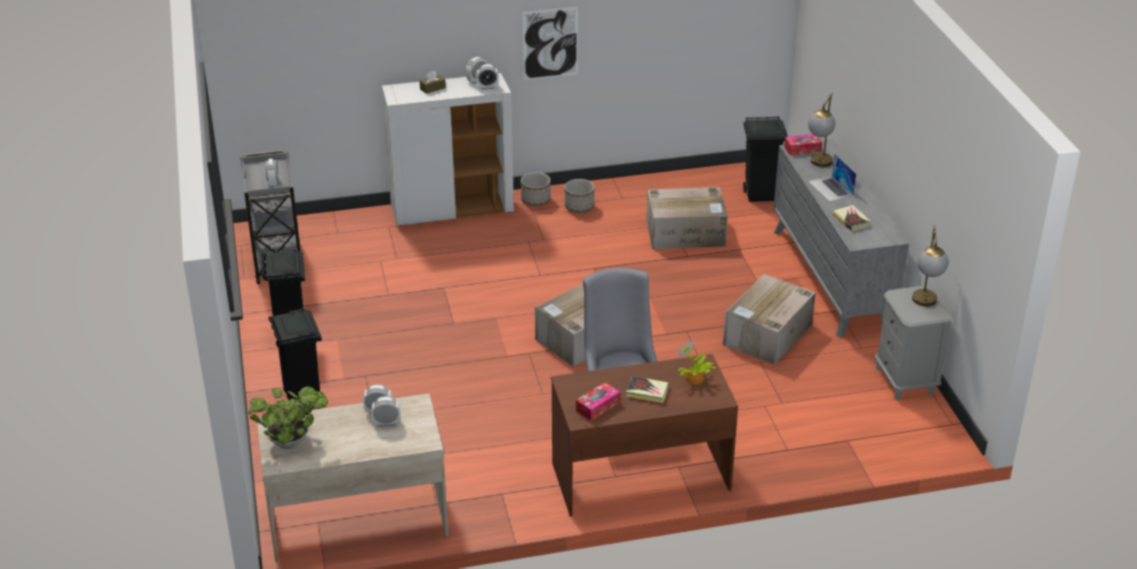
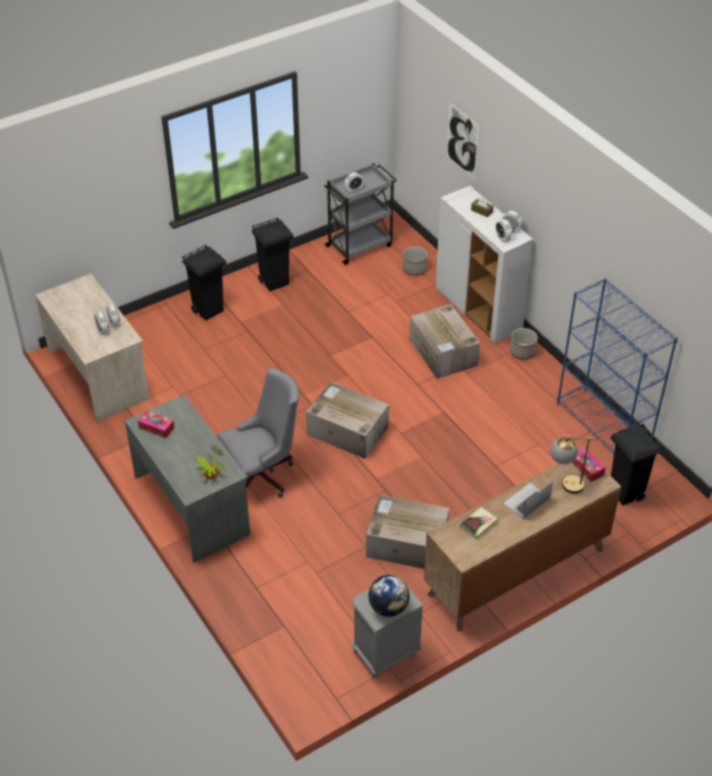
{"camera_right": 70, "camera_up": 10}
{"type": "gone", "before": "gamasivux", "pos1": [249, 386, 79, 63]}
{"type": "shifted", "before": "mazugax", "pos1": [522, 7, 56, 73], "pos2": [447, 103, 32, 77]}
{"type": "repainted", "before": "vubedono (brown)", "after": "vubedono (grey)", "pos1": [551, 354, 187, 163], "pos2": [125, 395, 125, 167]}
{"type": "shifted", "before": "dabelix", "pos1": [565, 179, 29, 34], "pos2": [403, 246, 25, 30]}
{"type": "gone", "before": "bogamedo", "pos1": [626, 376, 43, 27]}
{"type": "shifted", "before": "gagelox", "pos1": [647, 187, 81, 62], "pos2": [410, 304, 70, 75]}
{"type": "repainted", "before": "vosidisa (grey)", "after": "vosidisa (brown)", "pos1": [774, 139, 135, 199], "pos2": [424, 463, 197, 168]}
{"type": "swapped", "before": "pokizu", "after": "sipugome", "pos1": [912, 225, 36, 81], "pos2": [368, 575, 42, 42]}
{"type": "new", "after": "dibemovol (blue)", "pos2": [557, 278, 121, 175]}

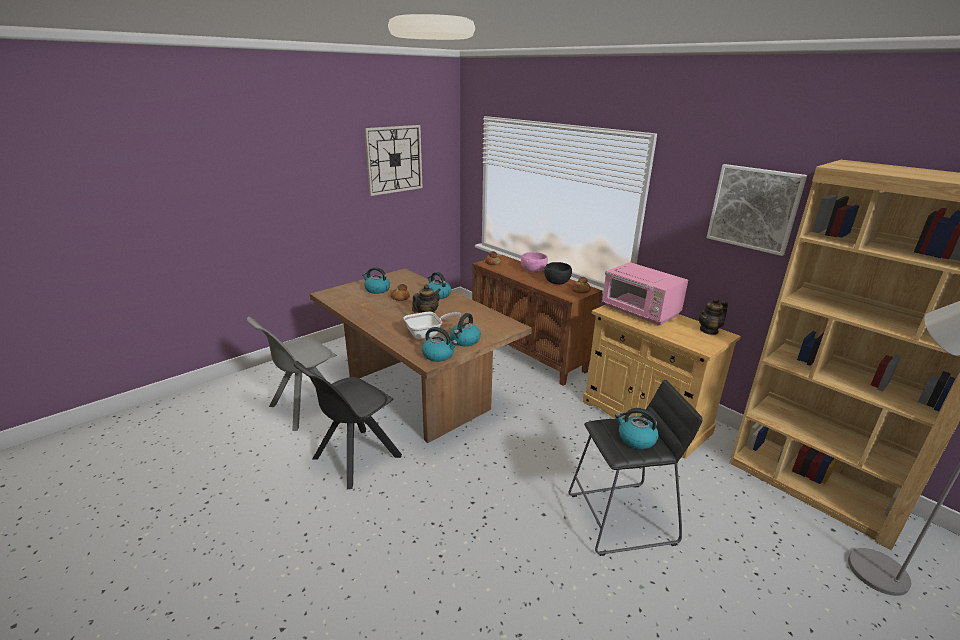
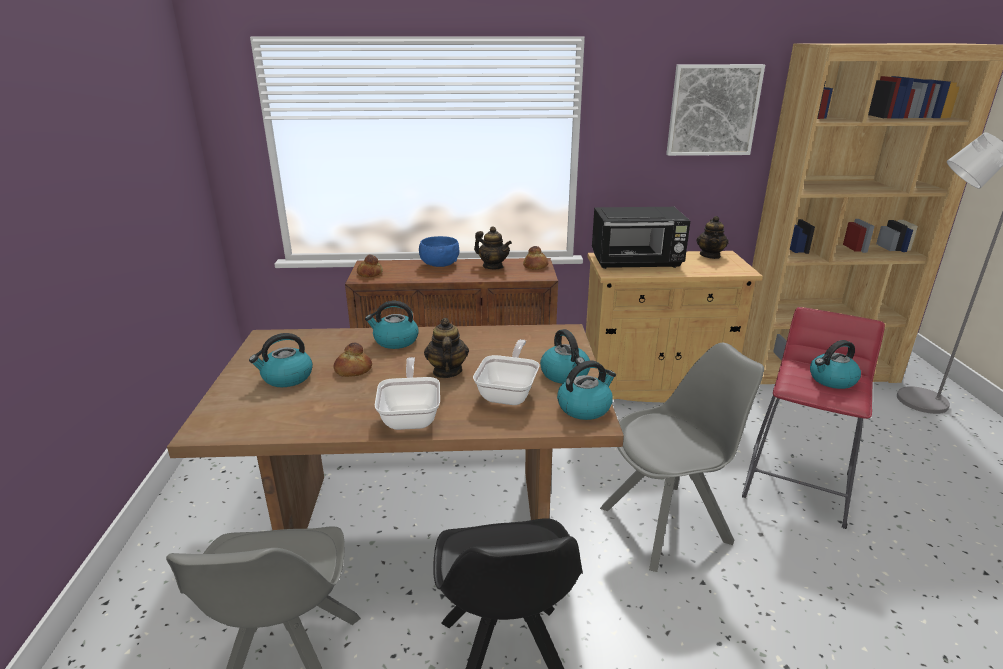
{"camera_right": -50, "camera_up": 0}
{"type": "gone", "before": "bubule", "pos1": [364, 125, 59, 71]}
{"type": "repainted", "before": "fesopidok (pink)", "after": "fesopidok (blue)", "pos1": [521, 252, 27, 21], "pos2": [419, 236, 41, 31]}
{"type": "swapped", "before": "fesopidok (black)", "after": "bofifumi", "pos1": [544, 262, 28, 23], "pos2": [474, 227, 38, 42]}
{"type": "repainted", "before": "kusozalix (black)", "after": "kusozalix (red)", "pos1": [569, 380, 134, 176], "pos2": [742, 307, 143, 222]}
{"type": "repainted", "before": "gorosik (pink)", "after": "gorosik (black)", "pos1": [602, 262, 86, 64], "pos2": [592, 207, 98, 62]}
{"type": "new", "after": "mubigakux", "pos2": [375, 357, 65, 73]}
{"type": "new", "after": "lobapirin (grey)", "pos2": [600, 343, 164, 229]}

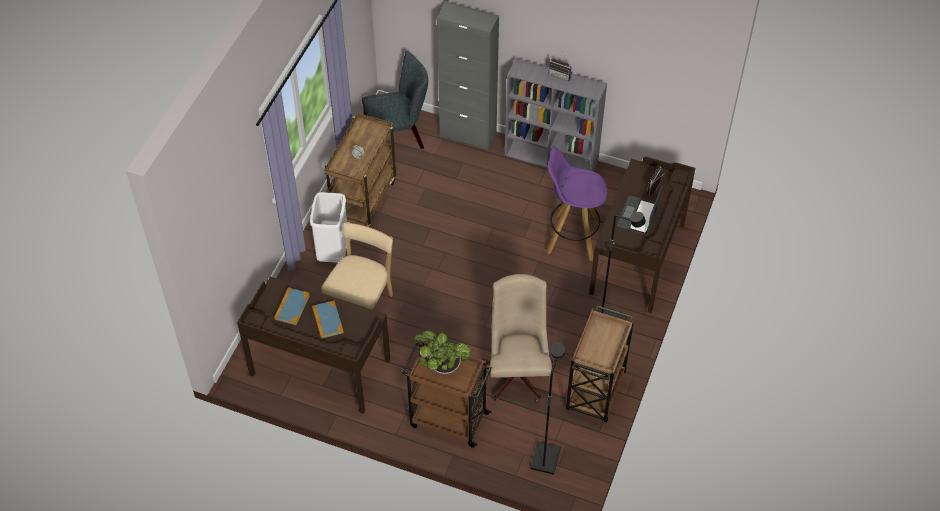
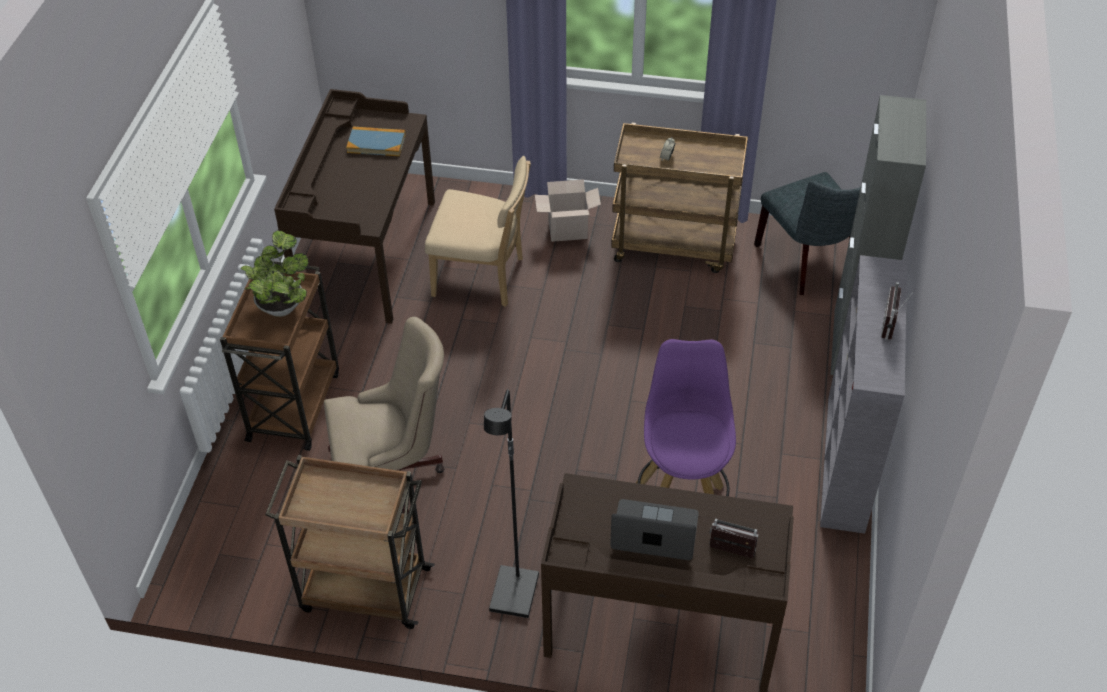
{"camera_right": 80, "camera_up": -5}
{"type": "swapped", "before": "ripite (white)", "after": "gagelox", "pos1": [310, 192, 37, 71], "pos2": [535, 179, 66, 63]}
{"type": "gone", "before": "bogamedo", "pos1": [312, 301, 32, 38]}
{"type": "gone", "before": "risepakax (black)", "pos1": [531, 342, 34, 133]}

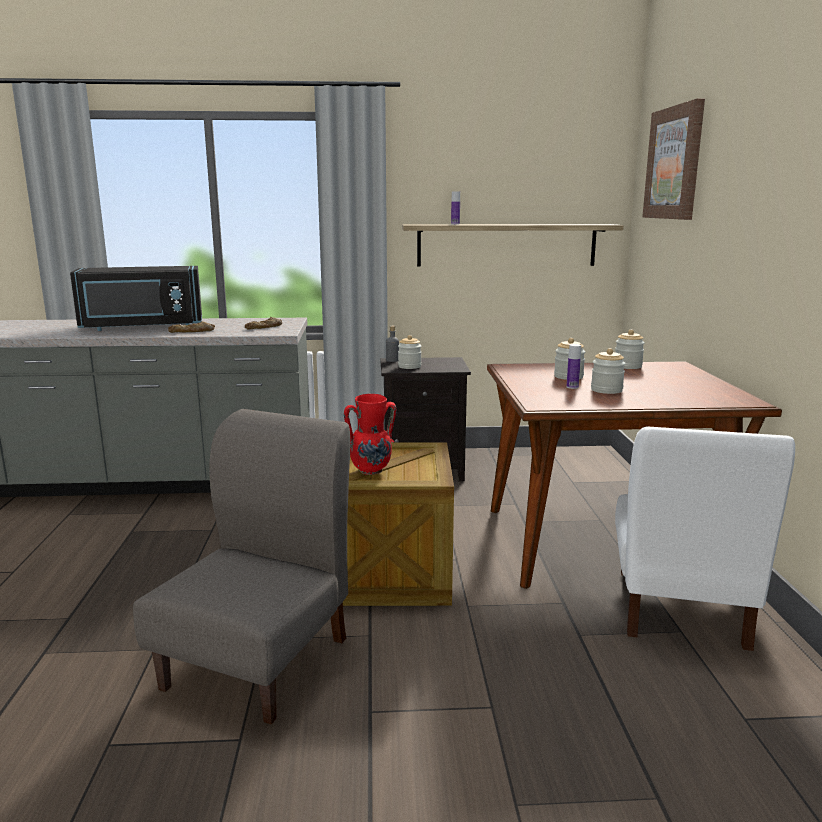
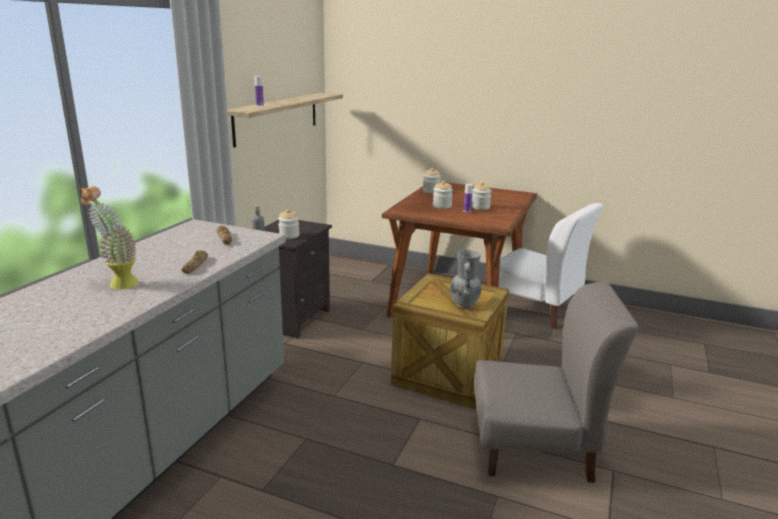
{"camera_right": -65, "camera_up": 5}
{"type": "swapped", "before": "gorosik (black)", "after": "gamasivux", "pos1": [70, 266, 132, 65], "pos2": [81, 186, 58, 103]}
{"type": "rotated", "before": "lobapirin (grey)", "pos1": [133, 409, 217, 316], "pos2": [474, 282, 165, 201], "turn": 135}
{"type": "repainted", "before": "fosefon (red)", "after": "fosefon (grey)", "pos1": [344, 394, 52, 81], "pos2": [450, 250, 31, 58]}
{"type": "gone", "before": "mazugax", "pos1": [642, 99, 63, 121]}

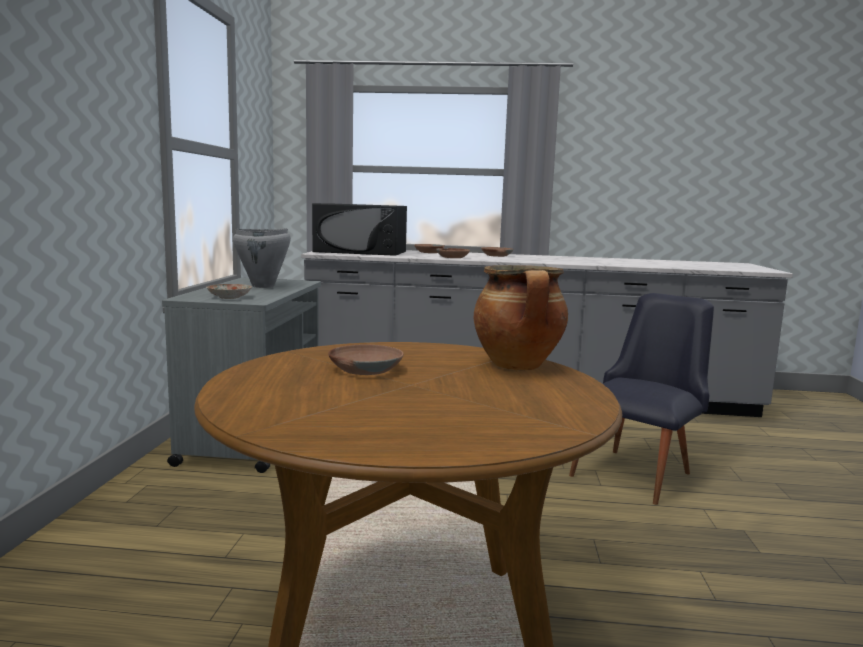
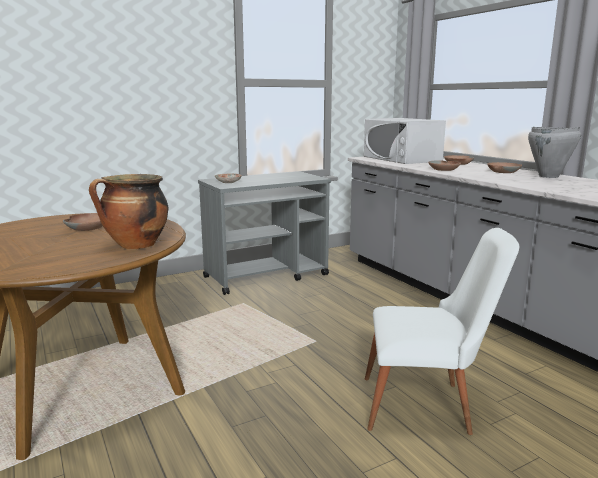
{"camera_right": 55, "camera_up": 5}
{"type": "shifted", "before": "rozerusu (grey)", "pos1": [233, 228, 58, 60], "pos2": [528, 127, 53, 51]}
{"type": "repainted", "before": "gorosik (black)", "after": "gorosik (white)", "pos1": [312, 203, 95, 53], "pos2": [364, 118, 82, 46]}
{"type": "repainted", "before": "lobapirin (black)", "after": "lobapirin (white)", "pos1": [569, 293, 145, 212], "pos2": [365, 228, 154, 207]}

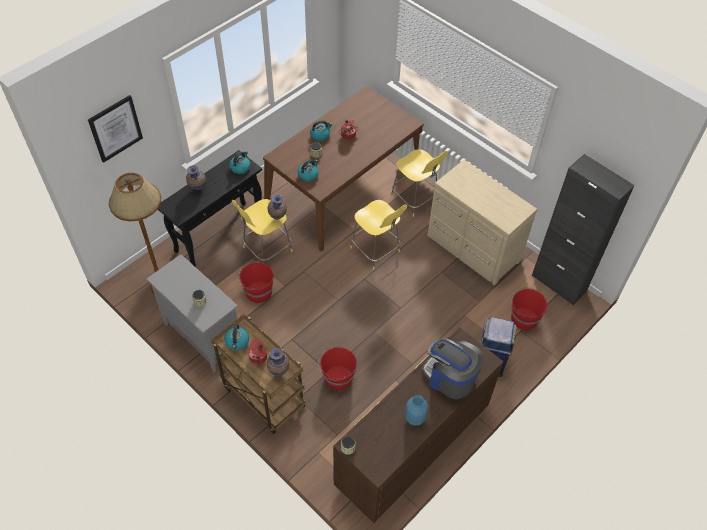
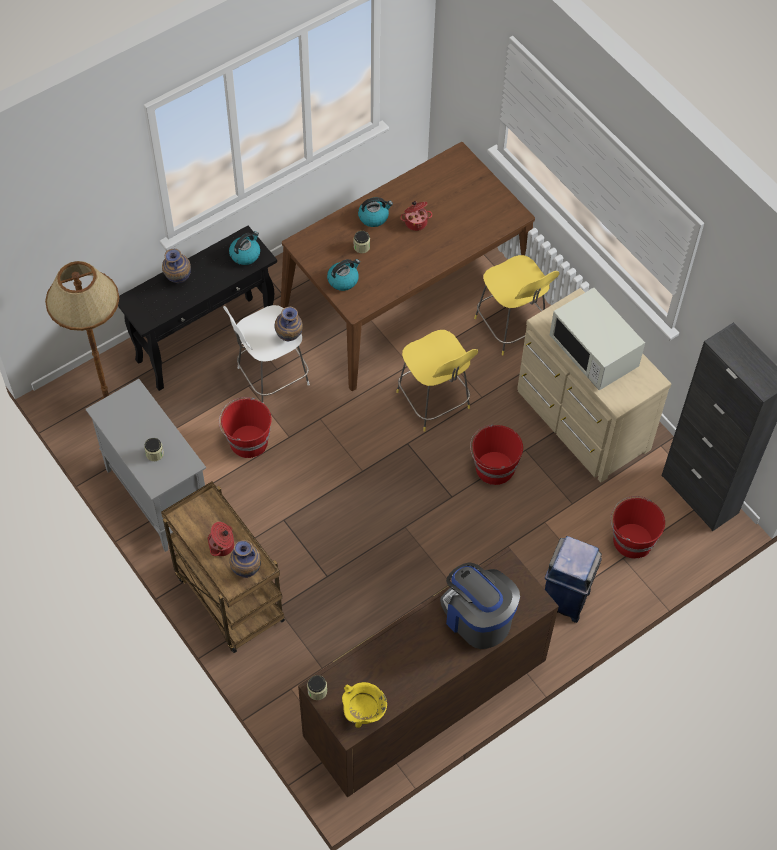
{"camera_right": 10, "camera_up": 5}
{"type": "gone", "before": "mazugax", "pos1": [88, 95, 55, 68]}
{"type": "gone", "before": "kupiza", "pos1": [225, 324, 24, 26]}
{"type": "repainted", "before": "kusozalix (yellow)", "after": "kusozalix (white)", "pos1": [232, 199, 61, 64], "pos2": [223, 305, 87, 99]}
{"type": "shifted", "before": "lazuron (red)", "pos1": [318, 347, 39, 43], "pos2": [470, 424, 53, 61]}
{"type": "gone", "before": "fosefon (blue)", "pos1": [405, 395, 23, 31]}
{"type": "new", "after": "rozerusu (yellow)", "pos2": [342, 682, 45, 46]}
{"type": "new", "after": "gorosik (white)", "pos2": [550, 288, 95, 102]}

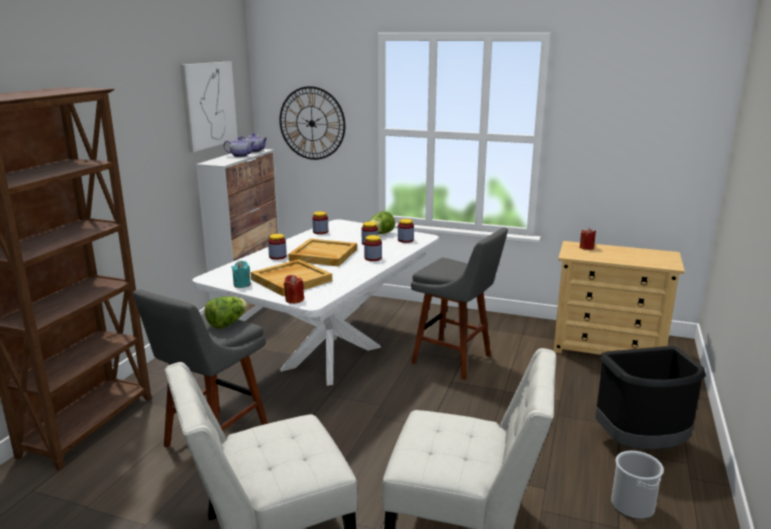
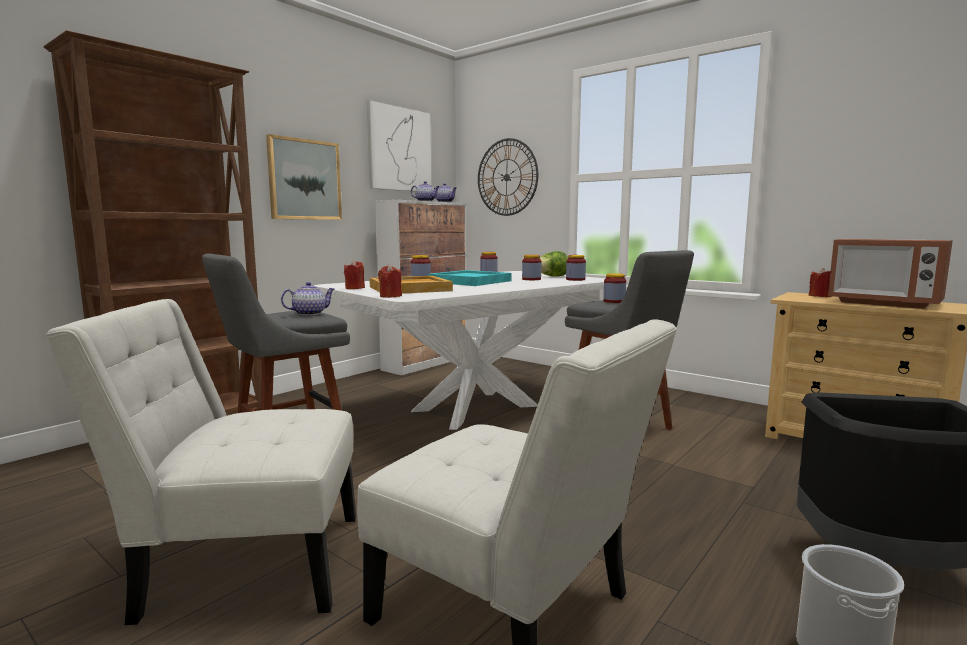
{"camera_right": 20, "camera_up": -10}
{"type": "swapped", "before": "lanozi", "after": "bofifumi", "pos1": [204, 296, 43, 33], "pos2": [281, 282, 53, 33]}
{"type": "repainted", "before": "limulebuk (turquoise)", "after": "limulebuk (red)", "pos1": [232, 261, 19, 27], "pos2": [344, 260, 21, 29]}
{"type": "repainted", "before": "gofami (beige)", "after": "gofami (turquoise)", "pos1": [288, 239, 69, 27], "pos2": [428, 270, 84, 16]}
{"type": "shifted", "before": "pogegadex", "pos1": [364, 235, 18, 26], "pos2": [603, 273, 23, 30]}
{"type": "new", "after": "mazugax", "pos2": [266, 134, 76, 86]}
{"type": "new", "after": "gorosik", "pos2": [828, 239, 125, 70]}

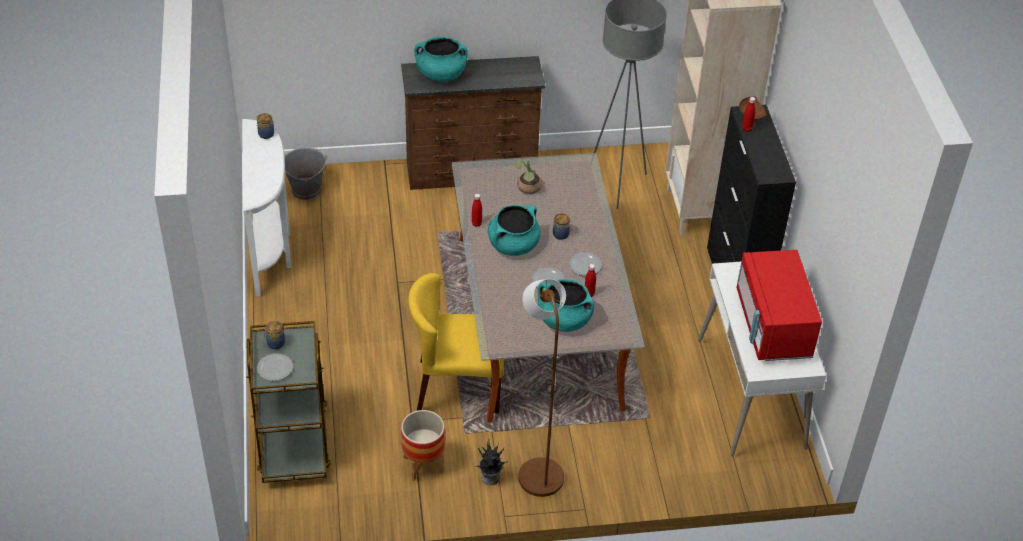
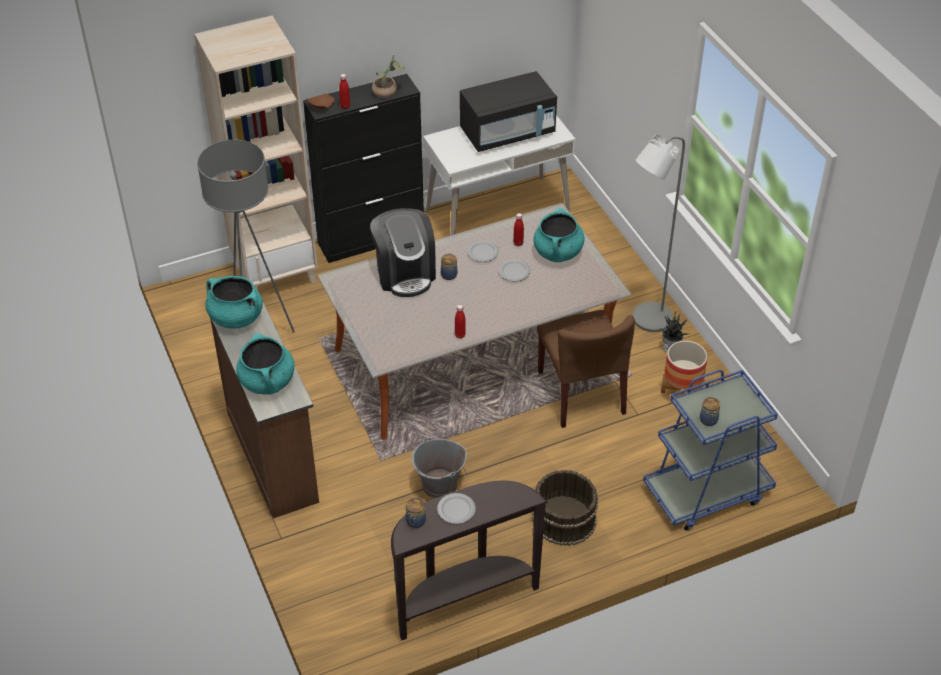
{"camera_right": -105, "camera_up": 0}
{"type": "repainted", "before": "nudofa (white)", "after": "nudofa (brown)", "pos1": [242, 119, 49, 178], "pos2": [391, 480, 157, 160]}
{"type": "repainted", "before": "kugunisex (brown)", "after": "kugunisex (blue)", "pos1": [246, 321, 85, 162], "pos2": [643, 370, 135, 161]}
{"type": "shifted", "before": "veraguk", "pos1": [257, 353, 36, 28], "pos2": [437, 493, 39, 31]}
{"type": "shifted", "before": "lazuron (grey)", "pos1": [285, 147, 42, 53], "pos2": [412, 438, 55, 61]}
{"type": "repainted", "before": "lobapirin (yellow)", "after": "lobapirin (brown)", "pos1": [408, 273, 96, 141], "pos2": [537, 310, 98, 118]}
{"type": "shifted", "before": "rozerusu (turquoise)", "pos1": [488, 205, 53, 51], "pos2": [205, 276, 58, 53]}
{"type": "shifted", "before": "gamasivux", "pos1": [515, 157, 27, 37], "pos2": [372, 54, 32, 44]}
{"type": "repainted", "before": "risepakax (brown)", "after": "risepakax (grey)", "pos1": [518, 279, 48, 218], "pos2": [633, 134, 52, 198]}
{"type": "repainted", "before": "gorosik (red)", "after": "gorosik (black)", "pos1": [736, 250, 86, 111], "pos2": [460, 71, 97, 81]}
{"type": "new", "after": "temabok", "pos2": [370, 208, 66, 89]}
{"type": "new", "after": "lazuron (brown)", "pos2": [532, 470, 66, 76]}

